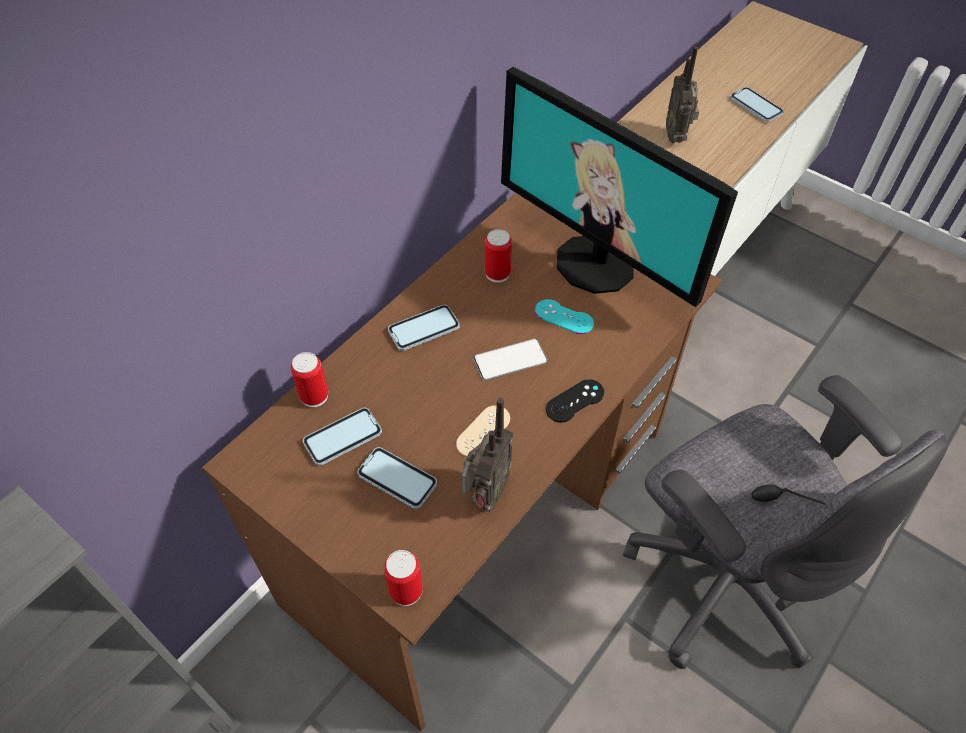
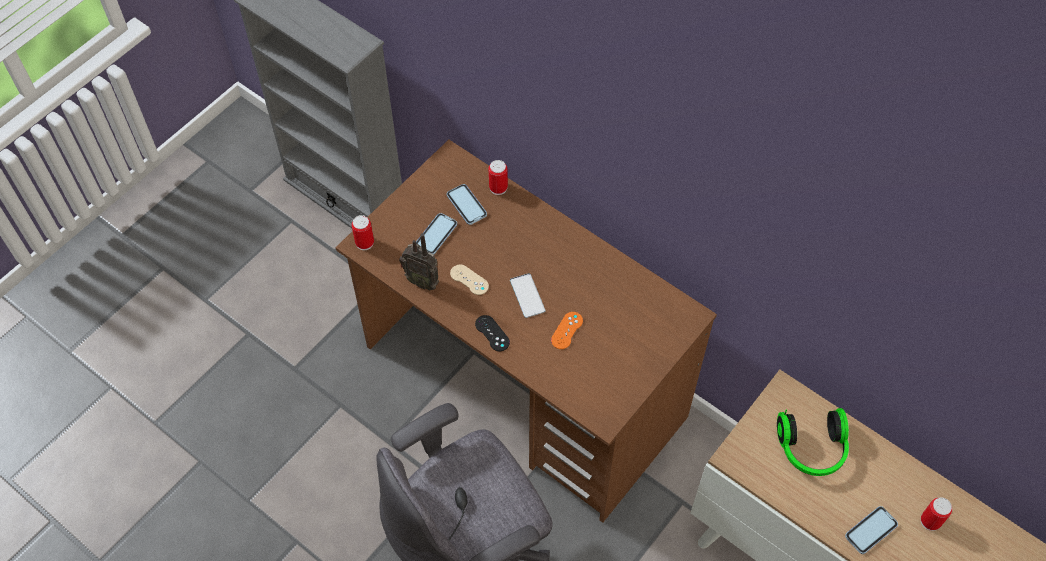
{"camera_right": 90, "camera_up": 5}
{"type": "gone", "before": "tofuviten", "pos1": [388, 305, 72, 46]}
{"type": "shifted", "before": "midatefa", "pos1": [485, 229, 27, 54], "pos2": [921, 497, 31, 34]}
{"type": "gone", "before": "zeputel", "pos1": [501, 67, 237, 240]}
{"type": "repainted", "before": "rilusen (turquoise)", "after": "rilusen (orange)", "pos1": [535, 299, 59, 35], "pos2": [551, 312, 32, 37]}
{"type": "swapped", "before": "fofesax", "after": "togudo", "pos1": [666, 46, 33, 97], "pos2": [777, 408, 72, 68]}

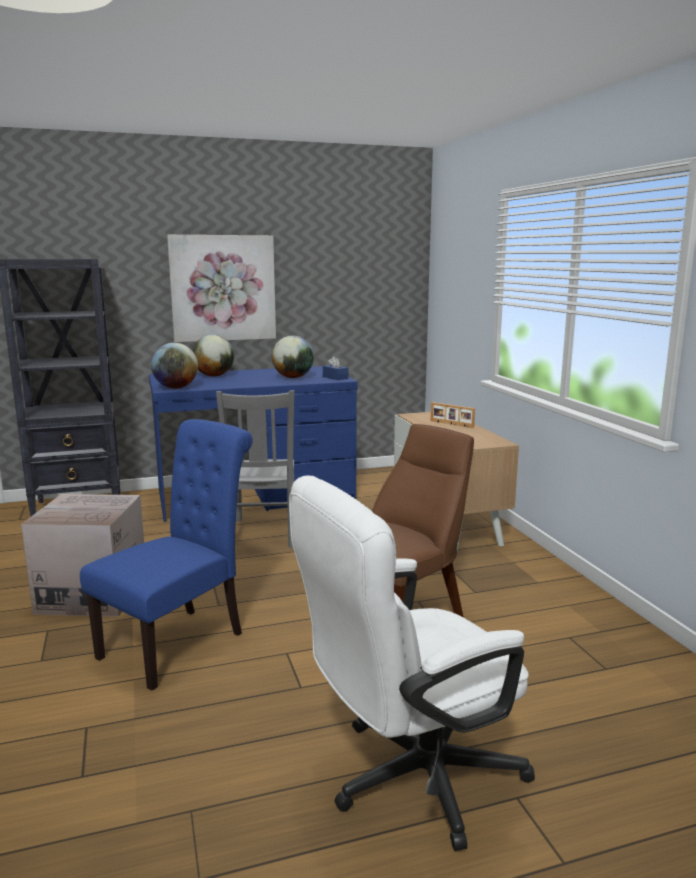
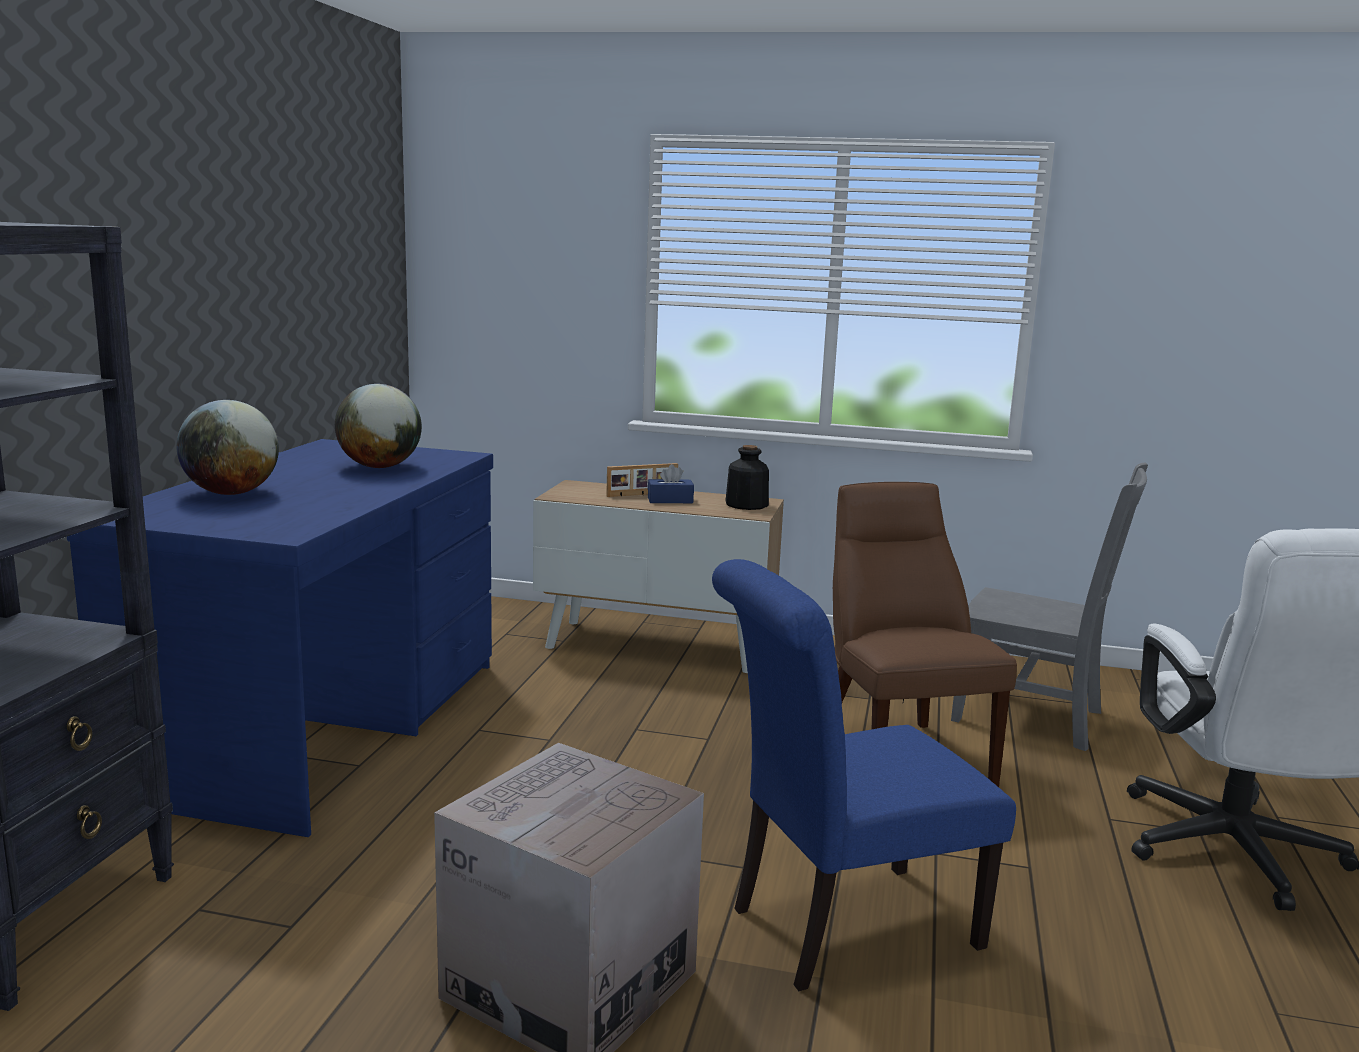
{"camera_right": -60, "camera_up": 0}
{"type": "rotated", "before": "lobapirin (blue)", "pos1": [80, 419, 173, 272], "pos2": [712, 559, 304, 432], "turn": -90}
{"type": "gone", "before": "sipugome", "pos1": [151, 343, 47, 46]}
{"type": "gone", "before": "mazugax", "pos1": [167, 235, 109, 107]}
{"type": "shifted", "before": "lobapirin (grey)", "pos1": [216, 390, 79, 158], "pos2": [951, 463, 197, 288]}
{"type": "shifted", "before": "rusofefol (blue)", "pos1": [323, 356, 25, 24], "pos2": [648, 464, 46, 39]}
{"type": "new", "after": "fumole", "pos2": [725, 445, 44, 65]}

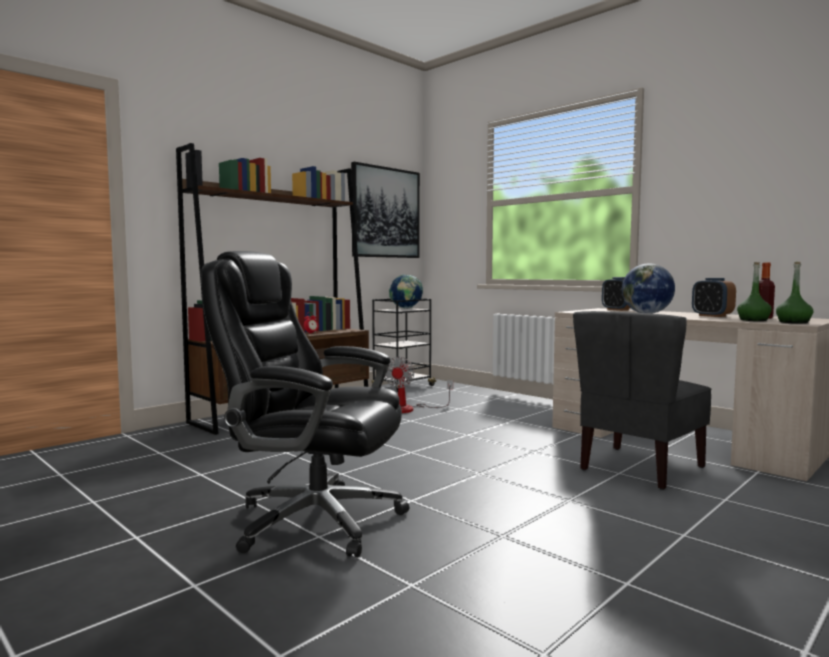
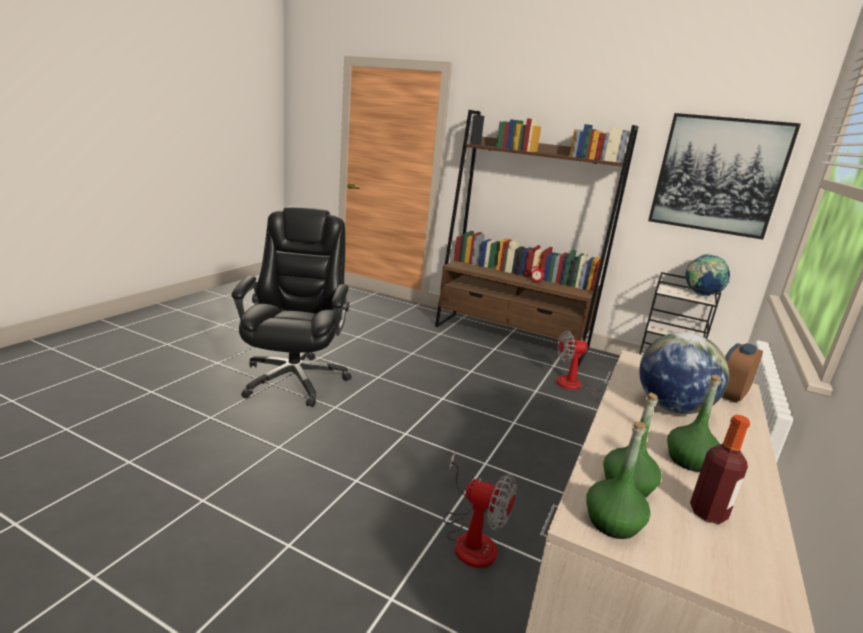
{"camera_right": 70, "camera_up": 15}
{"type": "swapped", "before": "lobapirin (grey)", "after": "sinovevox", "pos1": [573, 311, 138, 179], "pos2": [443, 453, 74, 115]}
{"type": "swapped", "before": "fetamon", "after": "fumole (green)", "pos1": [692, 278, 44, 39], "pos2": [667, 375, 54, 97]}

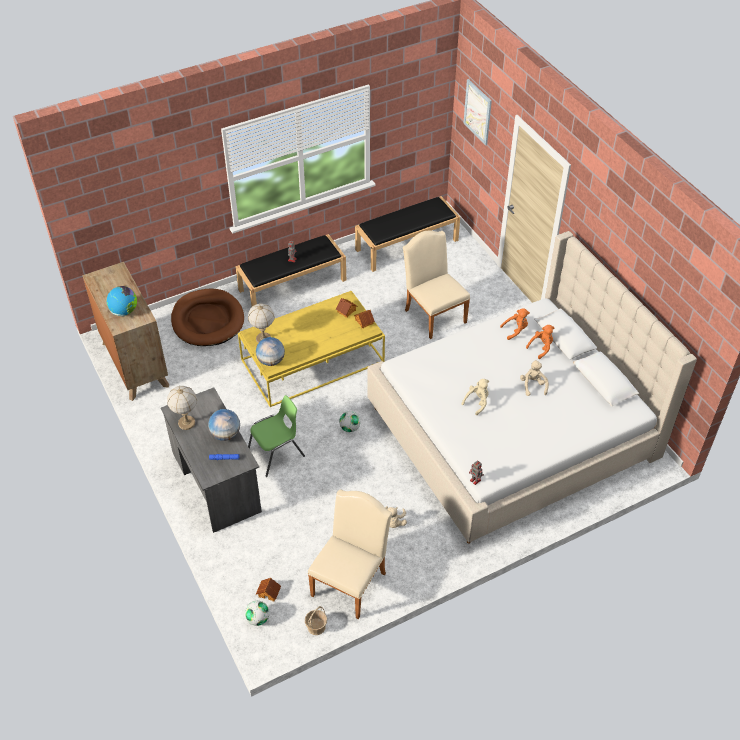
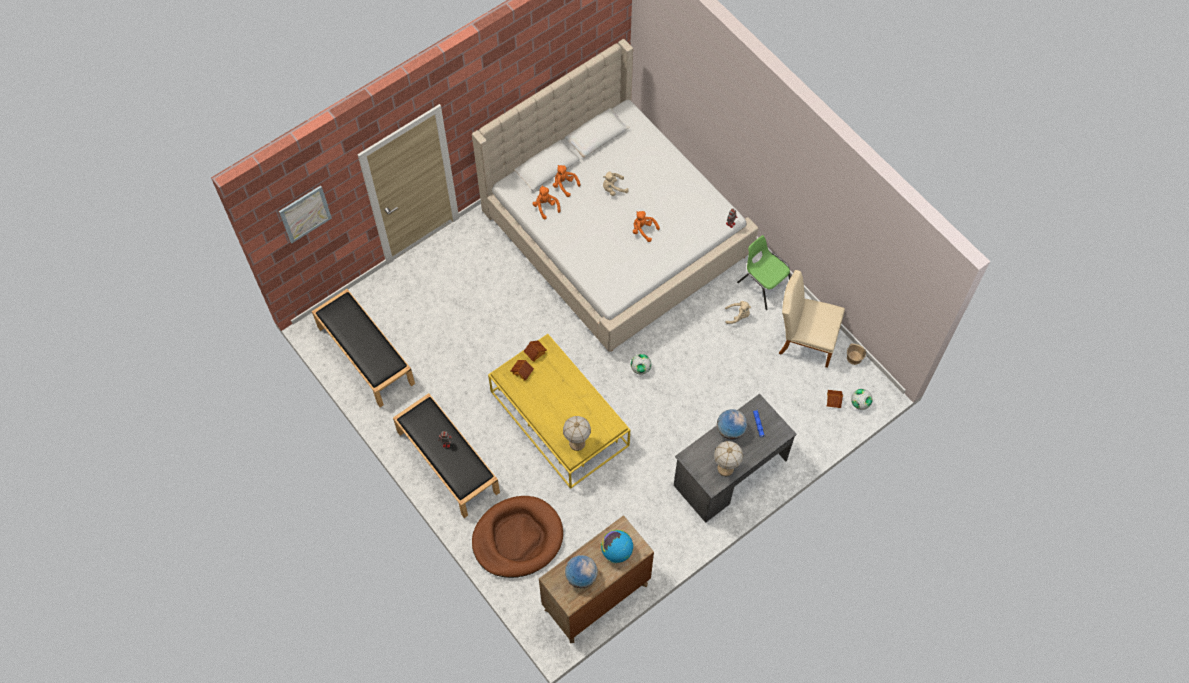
{"camera_right": -100, "camera_up": 15}
{"type": "shifted", "before": "lobapirin (green)", "pos1": [248, 395, 57, 82], "pos2": [737, 235, 54, 75]}
{"type": "shifted", "before": "sipugome", "pos1": [256, 337, 29, 29], "pos2": [565, 555, 33, 33]}
{"type": "gone", "before": "lobapirin (beige)", "pos1": [403, 231, 67, 108]}
{"type": "repainted", "before": "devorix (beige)", "after": "devorix (orange)", "pos1": [461, 379, 28, 36], "pos2": [633, 211, 27, 31]}

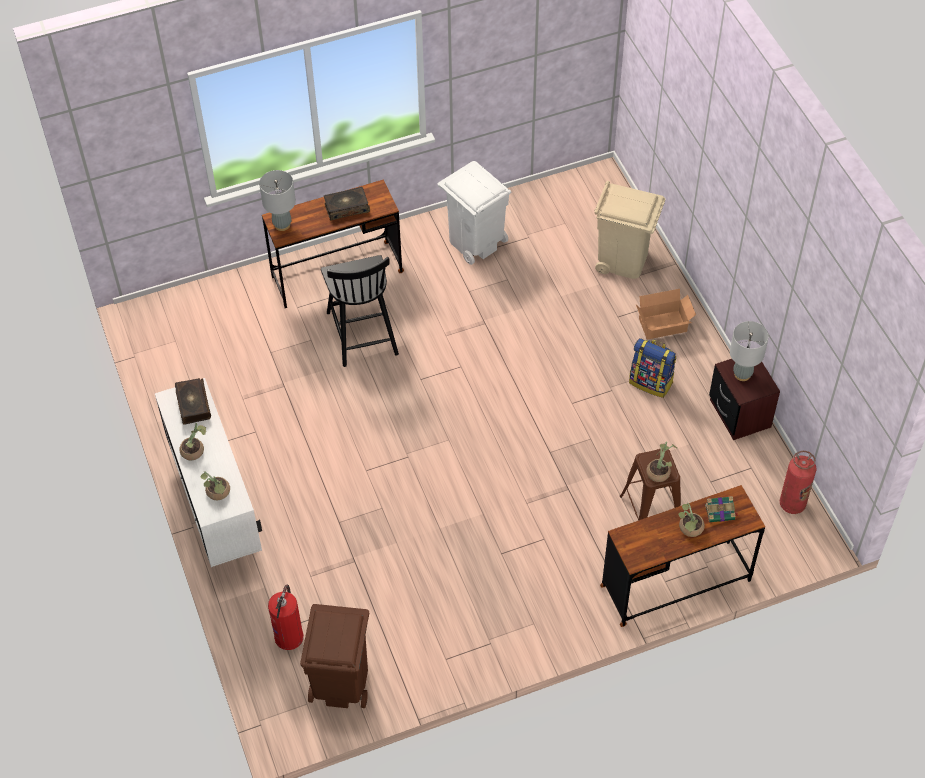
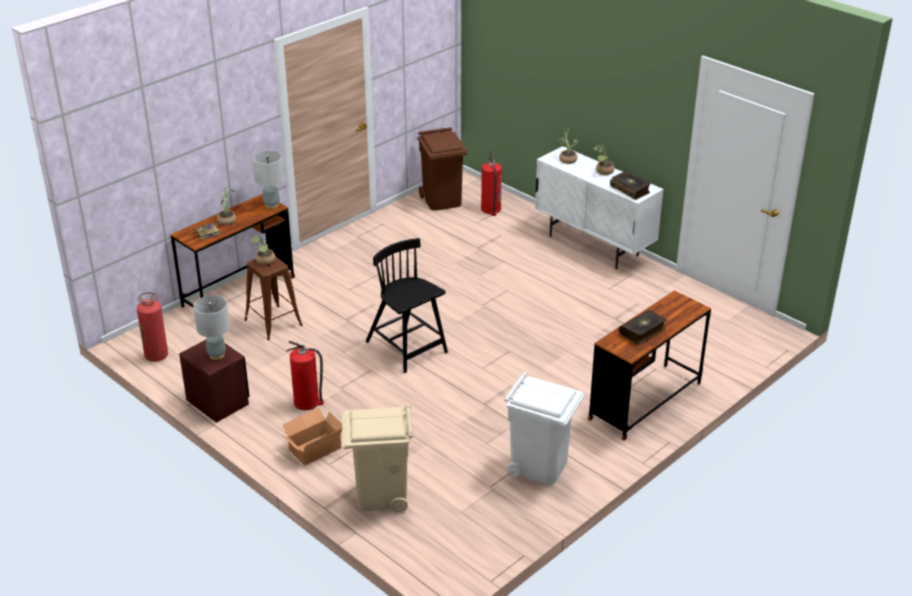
{"camera_right": 155, "camera_up": -20}
{"type": "shifted", "before": "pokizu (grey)", "pos1": [259, 170, 37, 61], "pos2": [253, 151, 31, 58]}
{"type": "shifted", "before": "lobapirin (black)", "pos1": [321, 255, 78, 112], "pos2": [366, 238, 82, 135]}
{"type": "swapped", "before": "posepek", "after": "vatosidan", "pos1": [629, 338, 47, 60], "pos2": [286, 341, 38, 69]}

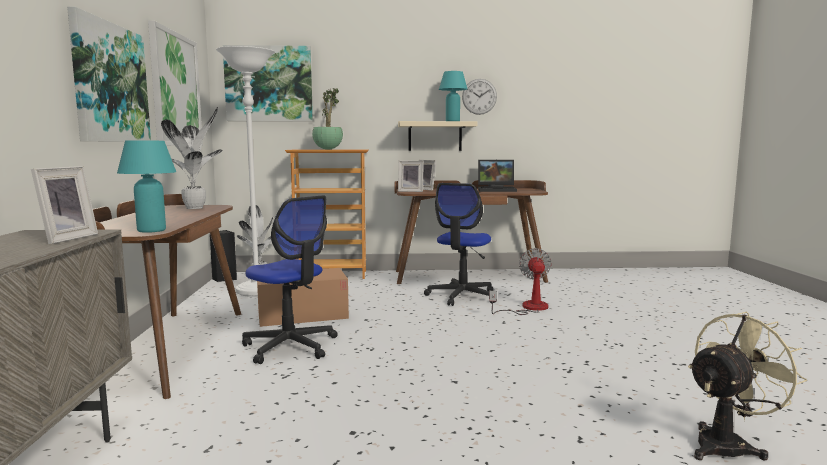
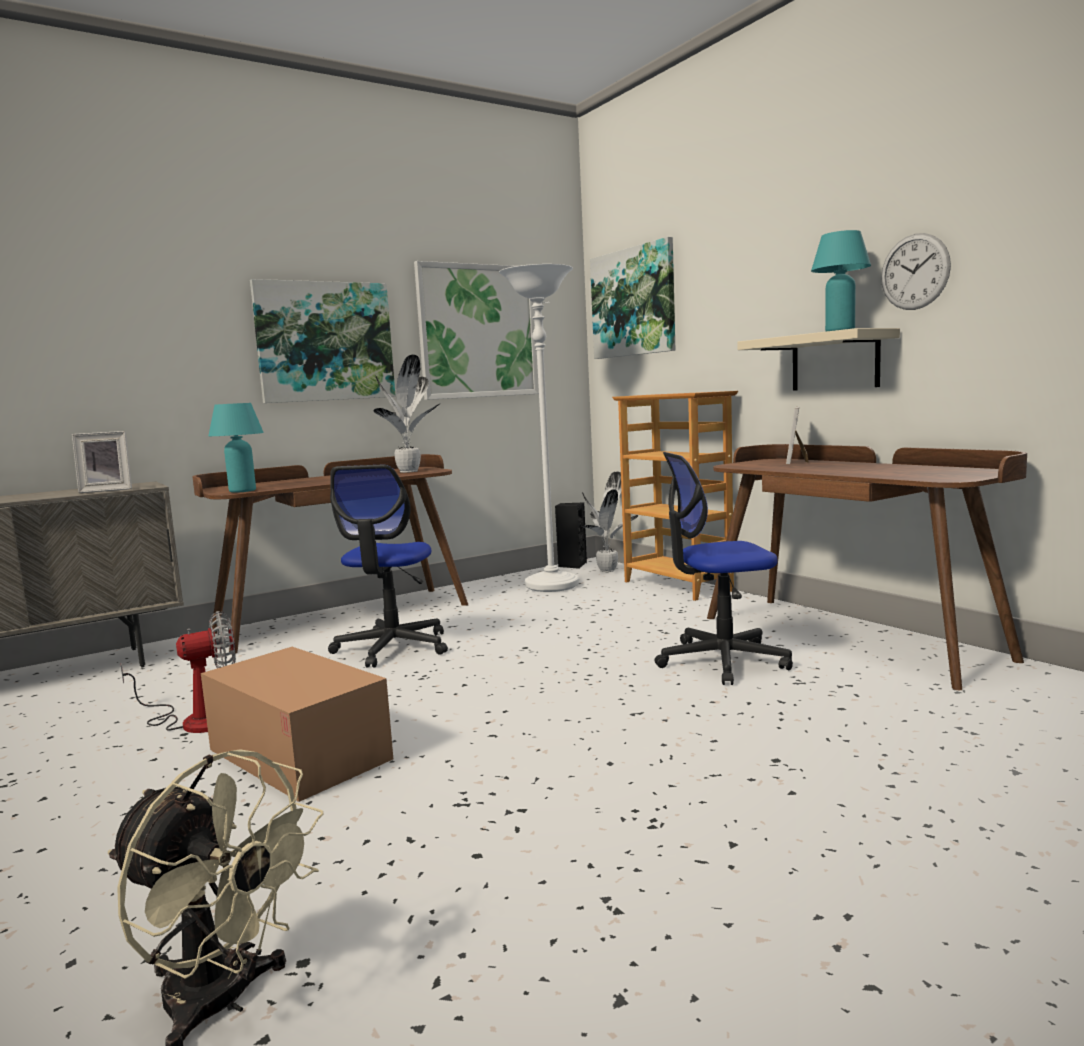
{"camera_right": 60, "camera_up": 0}
{"type": "shifted", "before": "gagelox", "pos1": [257, 268, 92, 59], "pos2": [201, 647, 192, 155]}
{"type": "gone", "before": "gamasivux", "pos1": [312, 88, 31, 62]}
{"type": "gone", "before": "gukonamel", "pos1": [398, 161, 26, 31]}
{"type": "gone", "before": "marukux", "pos1": [478, 160, 39, 32]}
{"type": "shifted", "before": "sinovevox", "pos1": [489, 248, 62, 67], "pos2": [121, 611, 115, 122]}

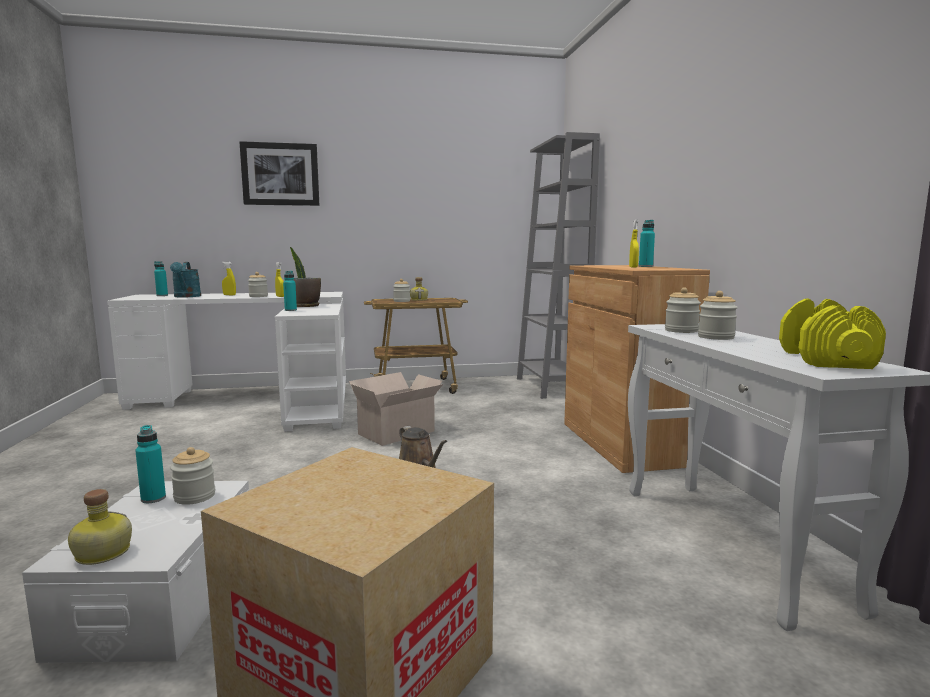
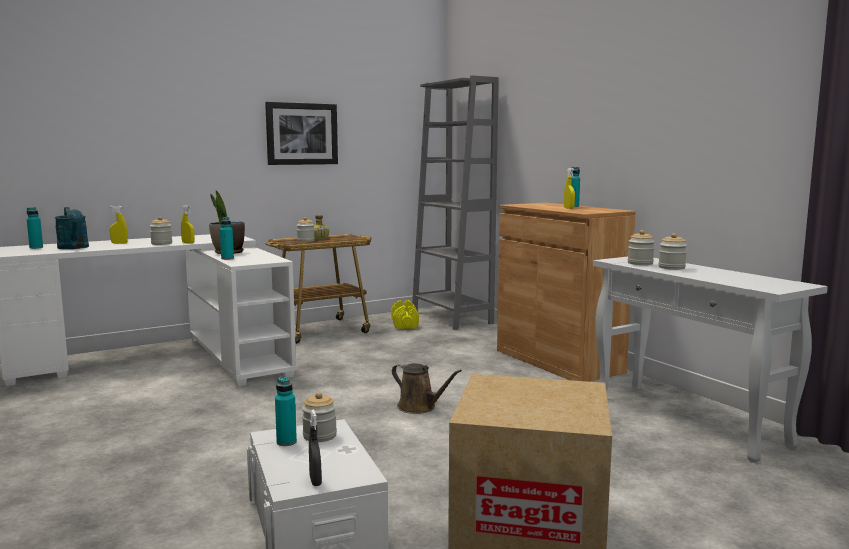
{"camera_right": -20, "camera_up": 0}
{"type": "swapped", "before": "fumole", "after": "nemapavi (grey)", "pos1": [68, 489, 64, 76], "pos2": [309, 410, 13, 76]}
{"type": "shifted", "before": "mazugax", "pos1": [239, 141, 80, 65], "pos2": [265, 102, 73, 63]}
{"type": "gone", "before": "gagelox", "pos1": [349, 372, 94, 74]}
{"type": "shifted", "before": "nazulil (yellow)", "pos1": [779, 299, 107, 70], "pos2": [391, 300, 28, 29]}

